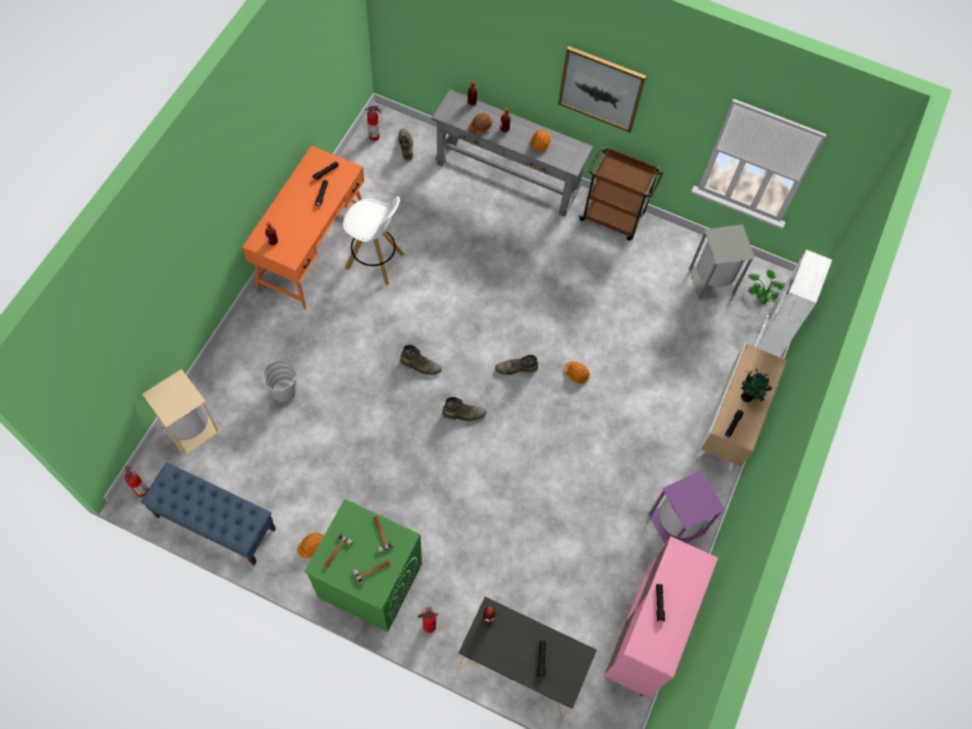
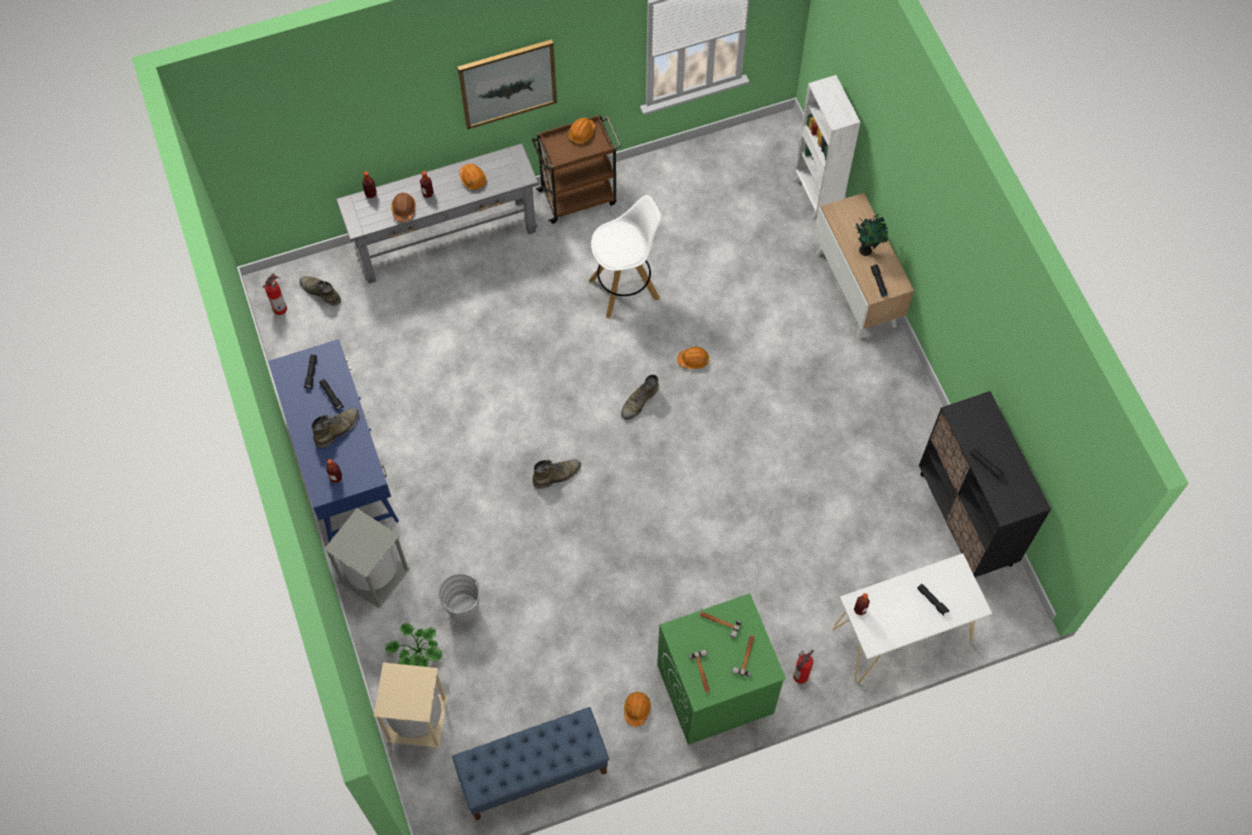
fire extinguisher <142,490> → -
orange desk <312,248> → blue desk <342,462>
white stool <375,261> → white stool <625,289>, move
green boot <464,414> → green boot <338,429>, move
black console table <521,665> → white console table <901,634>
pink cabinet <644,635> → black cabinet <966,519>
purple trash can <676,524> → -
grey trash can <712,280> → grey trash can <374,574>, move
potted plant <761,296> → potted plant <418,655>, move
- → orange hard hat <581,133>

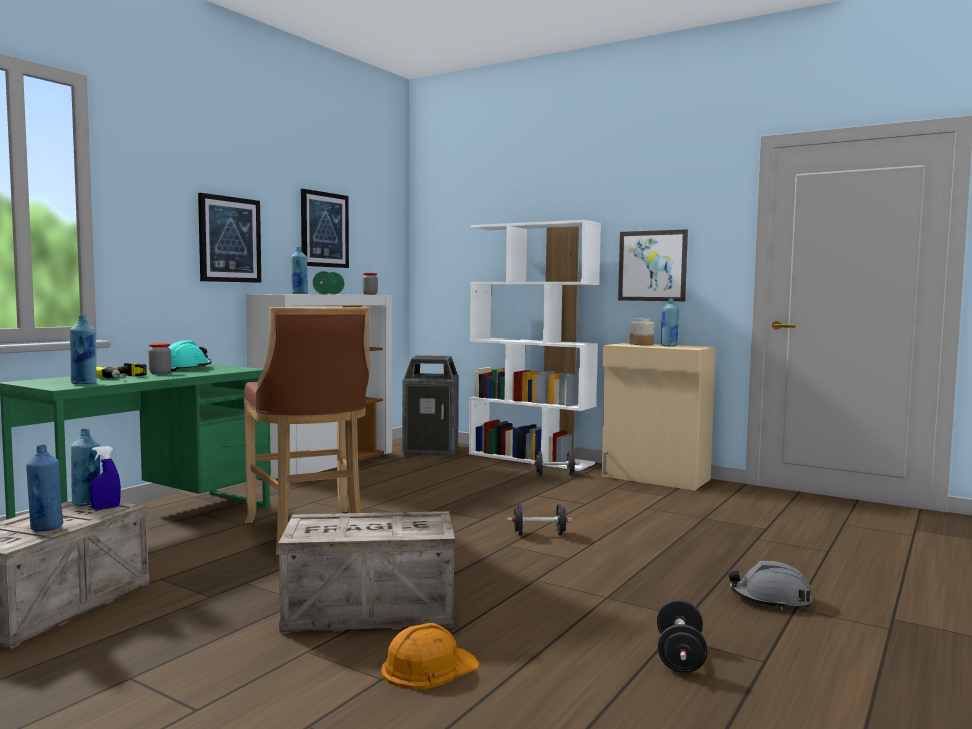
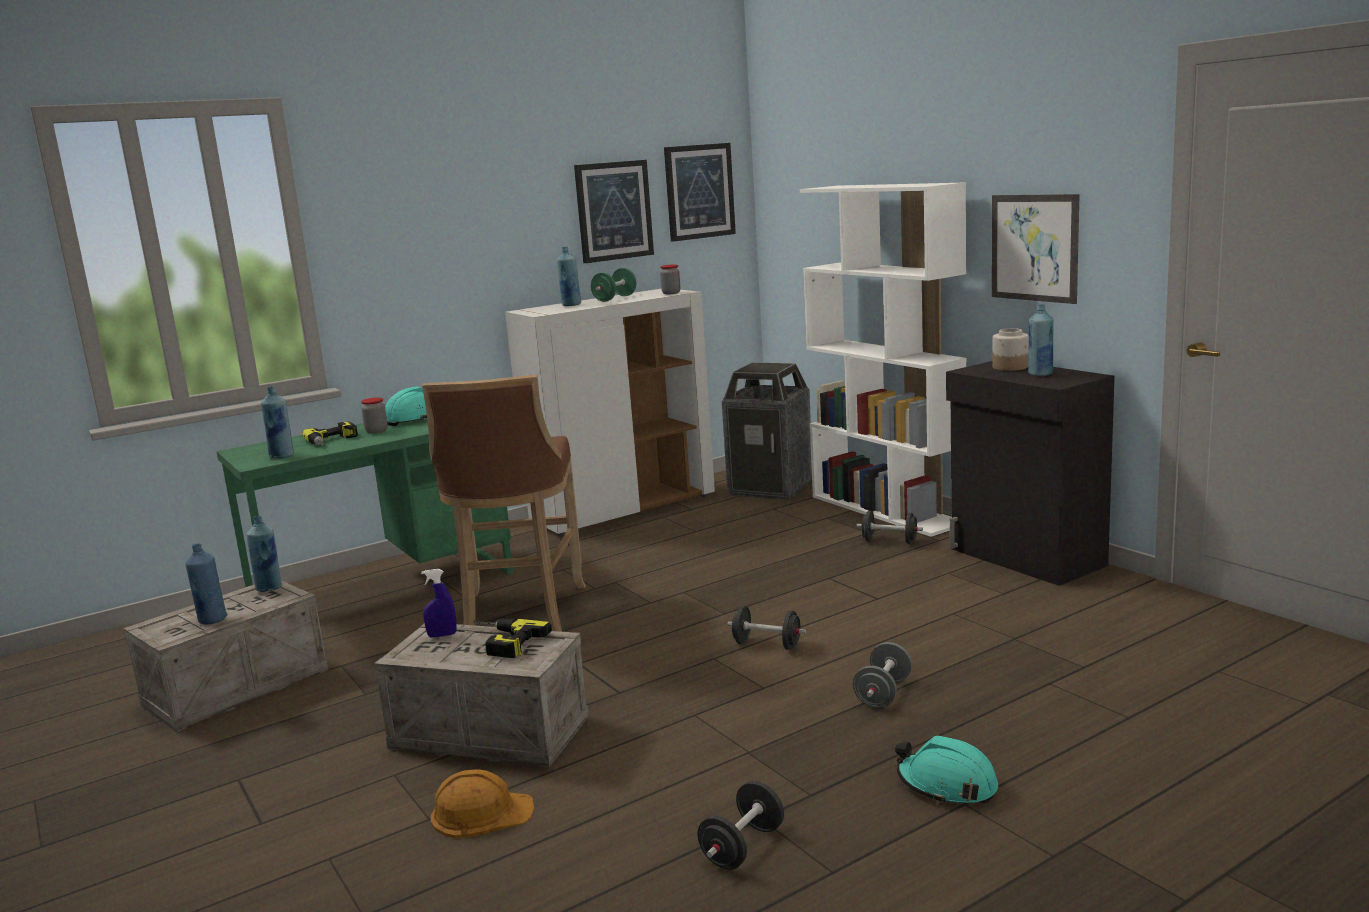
blue spray bottle <105,508> → blue spray bottle <442,635>, move
picture <229,239> → picture <699,191>, move
beige cabinet <655,478> → black cabinet <1026,558>
grey hard hat <770,599> → turquoise hard hat <947,785>
- → power drill <500,642>
- → grey dumbbell <883,693>

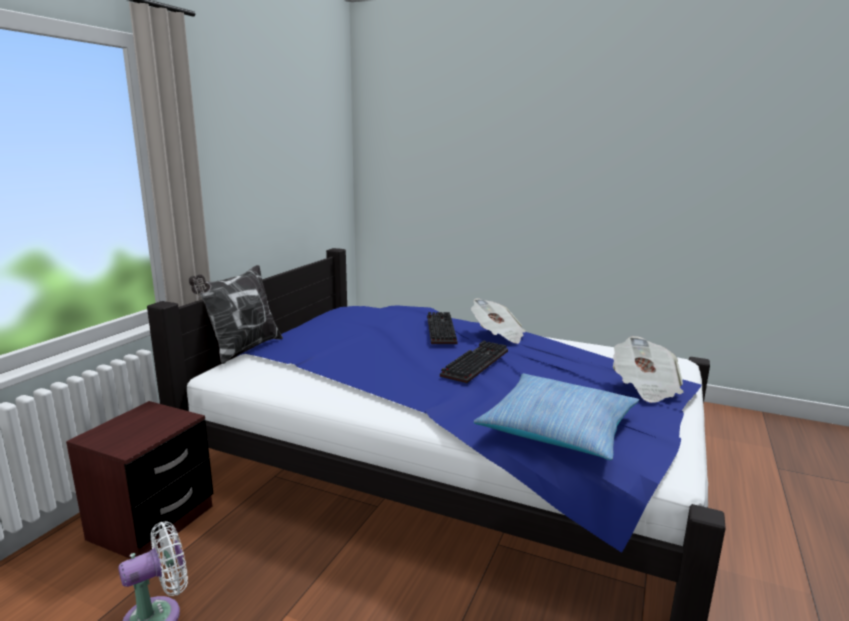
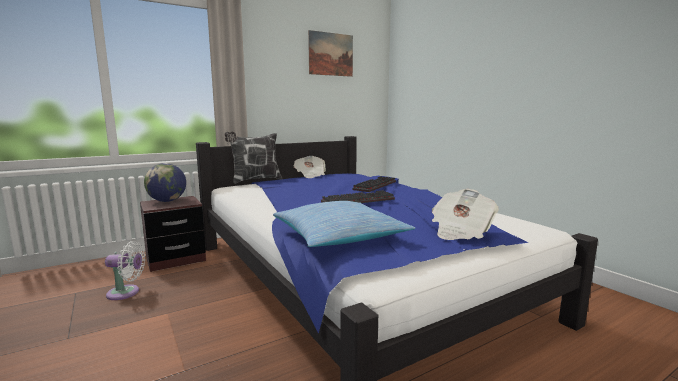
newspaper <498,335> → newspaper <310,175>, move
- → globe <167,201>
- → picture <331,54>

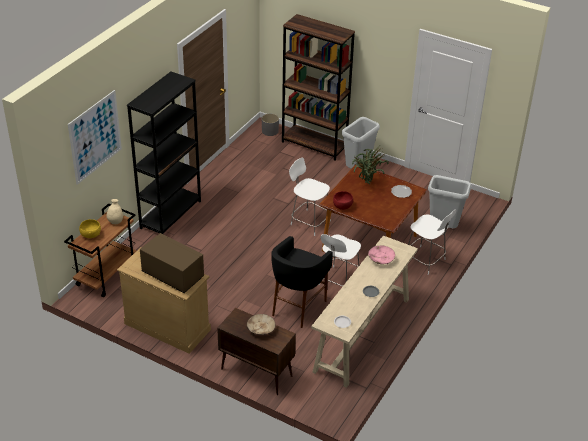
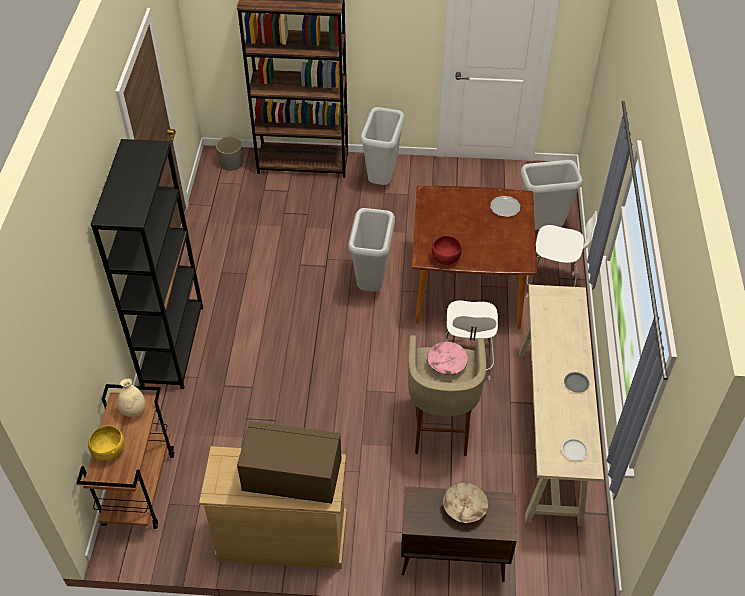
picture <95,137> → -
black stool <297,308> → beige stool <441,426>
white chair <309,222> → grey trash can <371,284>
potted plant <366,184> → -
pink bowl <381,259> → pink bowl <446,364>, move

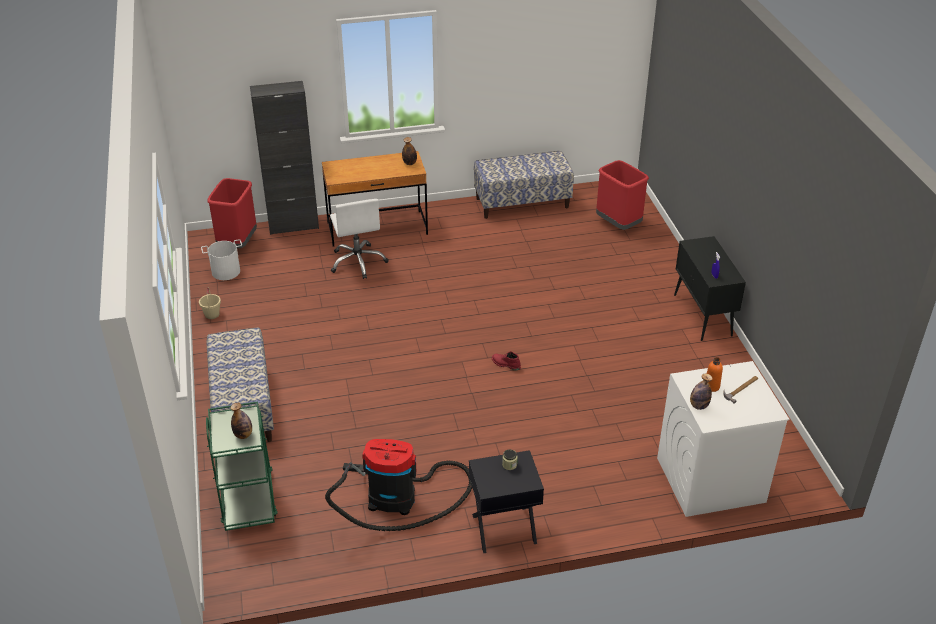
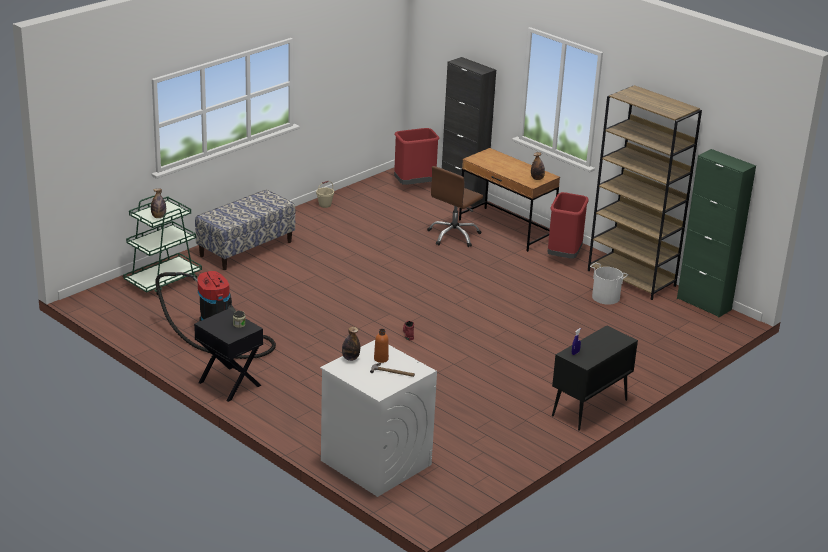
white bucket <226,271> → white bucket <606,297>, move
white office chair <358,262> → brown office chair <454,236>
bench <522,203> → brown bookcase <632,278>
red trash can <618,224> → red trash can <564,256>, move
- → green cabinet <704,304>

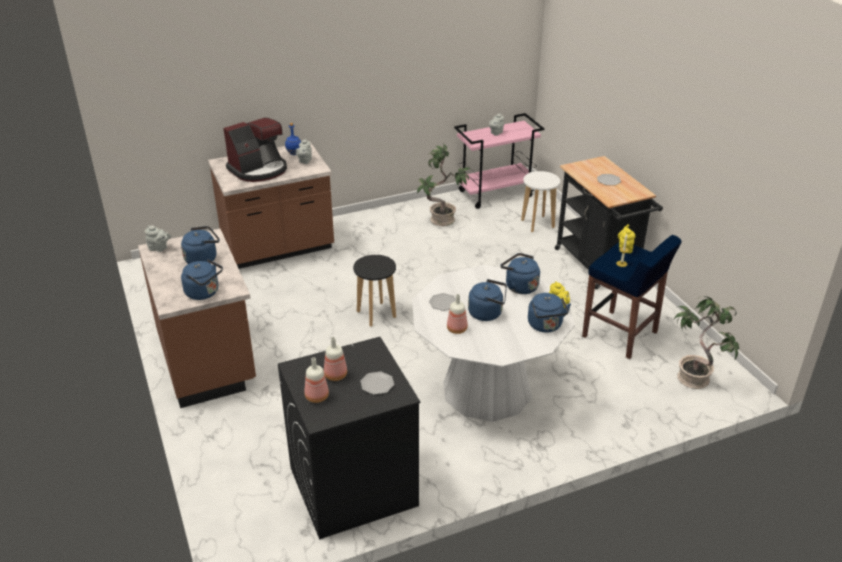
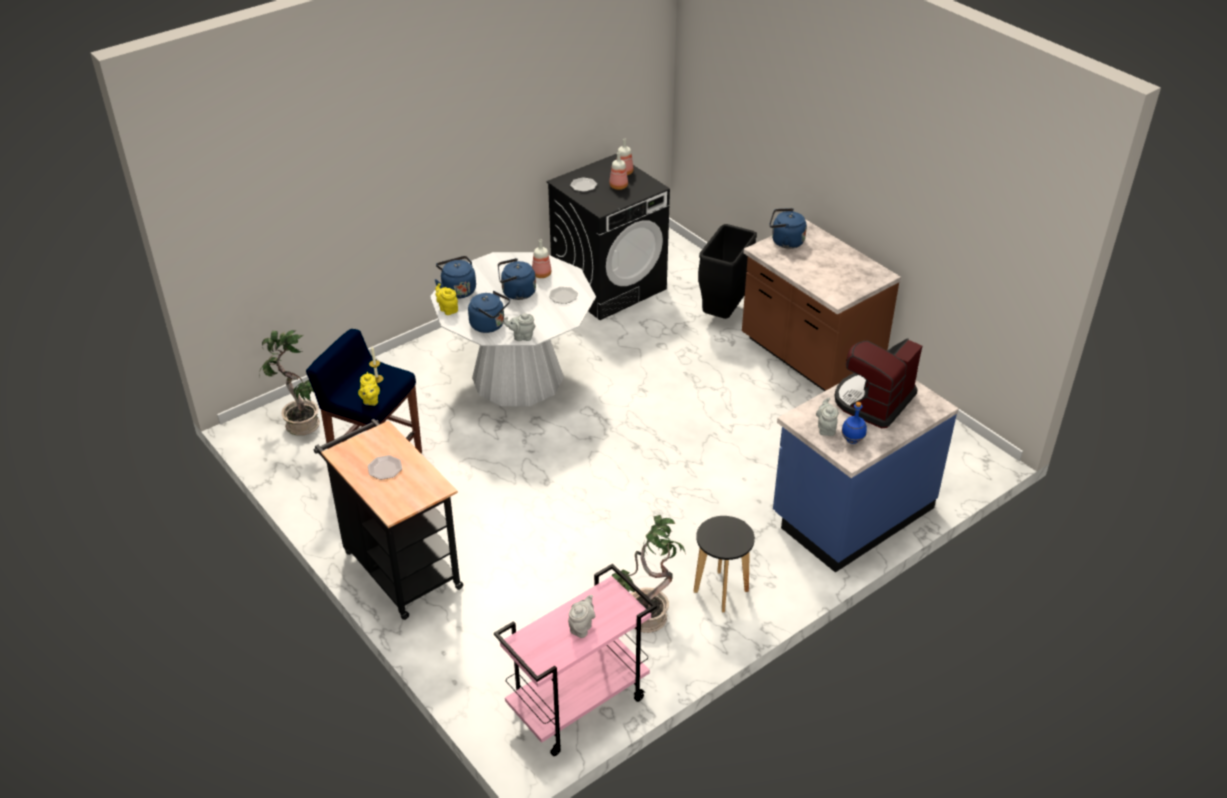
grey teapot <159,248> → grey teapot <521,337>, move
blue kettle <203,258> → -
brown counter <278,248> → blue counter <851,512>
black stool <376,314> → black stool <721,591>, move
white stool <537,224> → -
- → black trash can <724,314>

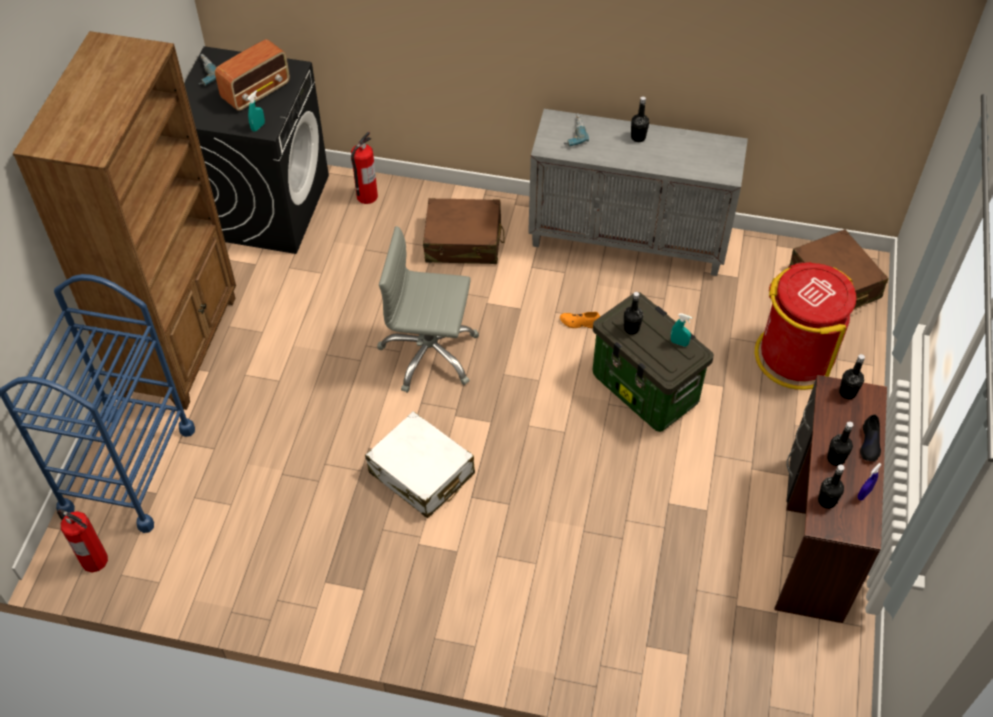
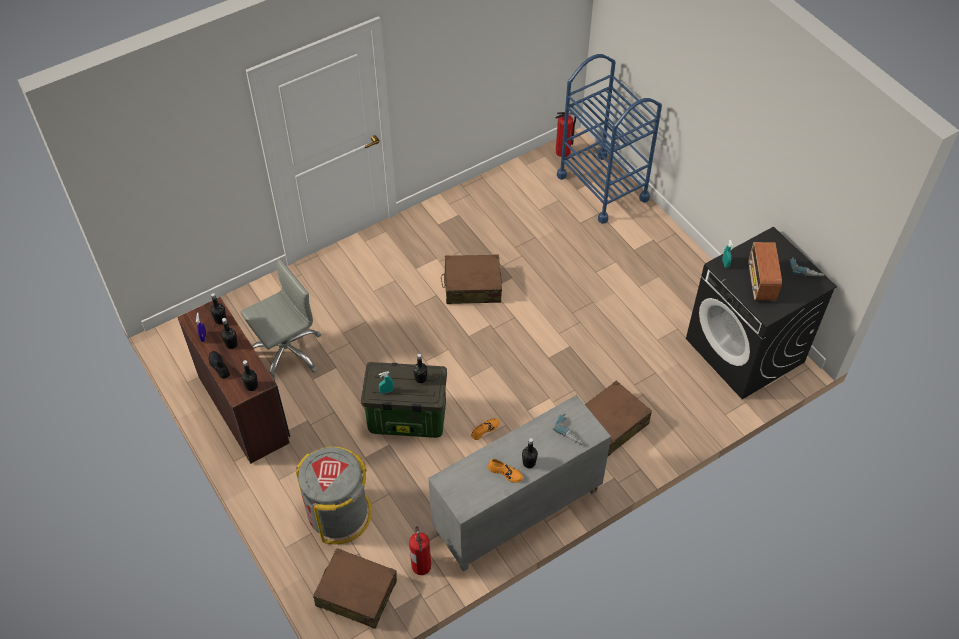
brown bookcase <180,345> → -
fire extinguisher <366,196> → fire extinguisher <421,565>, move
white suitcase <421,474> → brown suitcase <472,286>
grey office chair <429,354> → grey office chair <286,352>, move
red trash can <795,356> → grey trash can <339,513>
- → orange shoe <505,472>

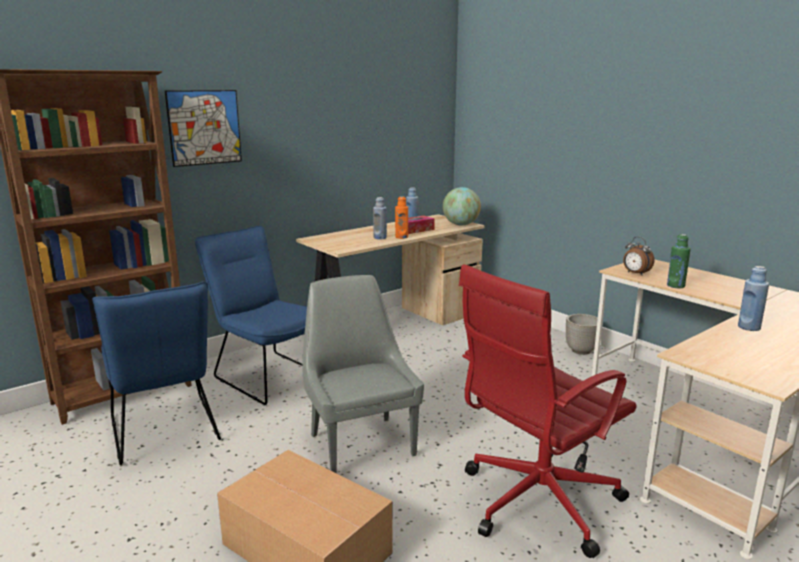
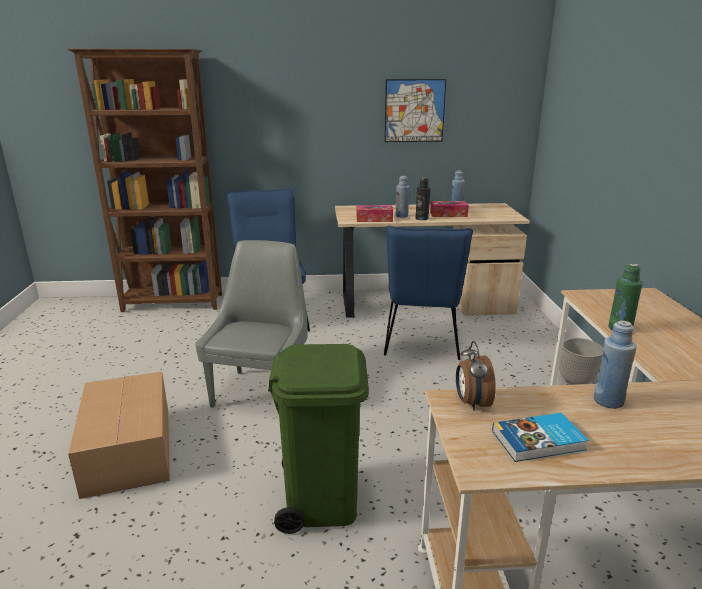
blue chair <165,433> → blue chair <421,343>, move
picture <204,127> → picture <414,111>, move
orange bottle <401,237> → black bottle <422,218>
globe <461,225> → -
red office chair <536,502> → green trash can <321,498>
alarm clock <635,273> → alarm clock <471,403>, move
- → tissue box <374,219>
- → book <539,441>

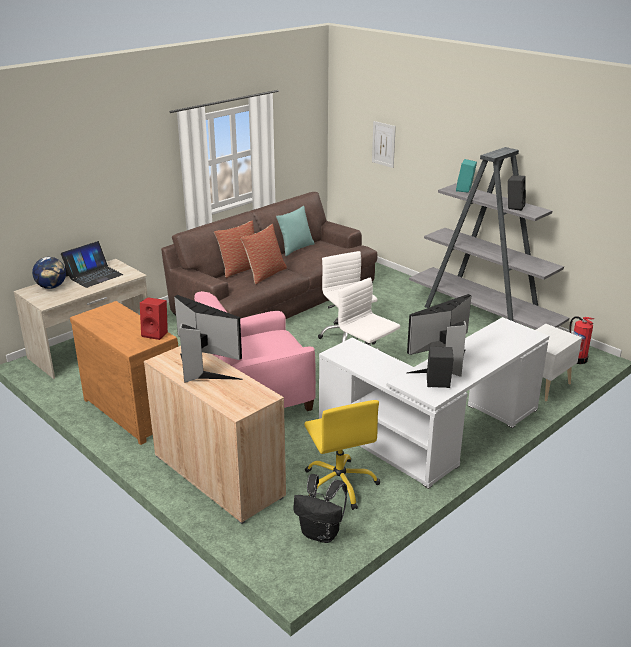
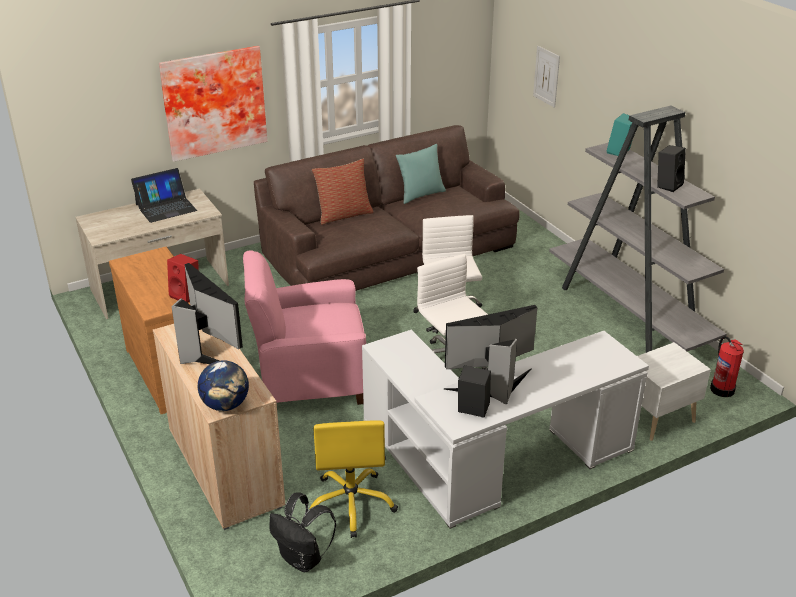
globe <52,287> → globe <226,405>, move
pillow <265,274> → -
- → picture <213,102>

